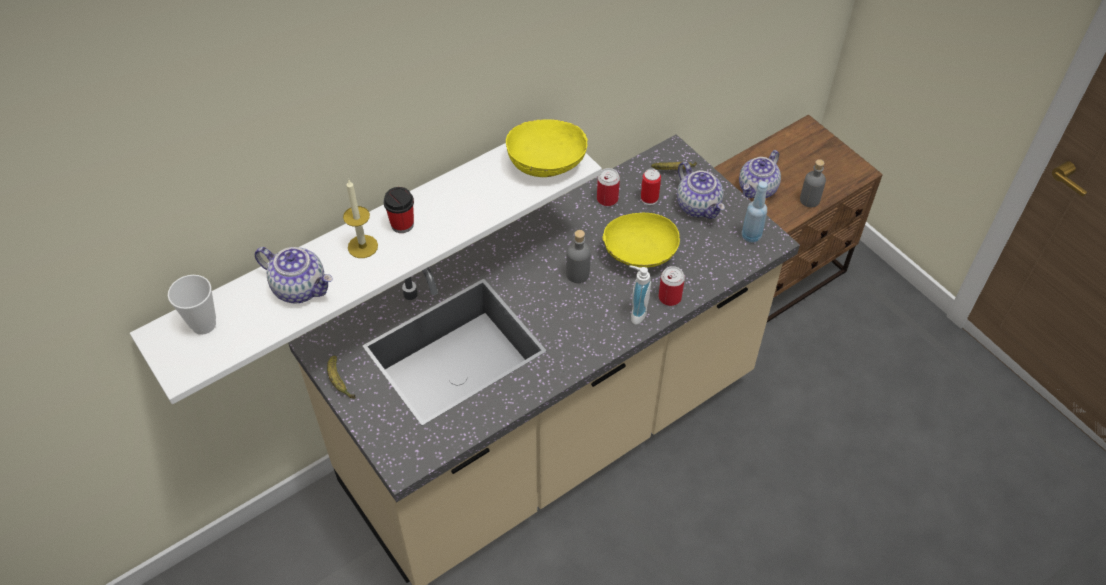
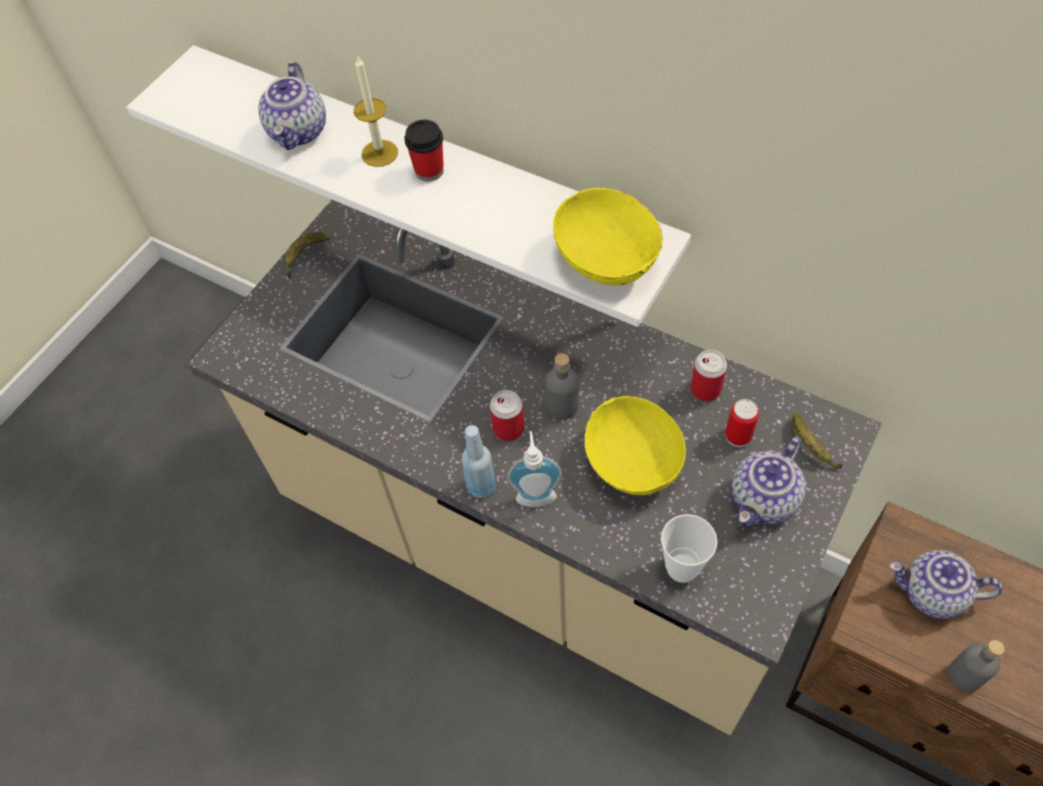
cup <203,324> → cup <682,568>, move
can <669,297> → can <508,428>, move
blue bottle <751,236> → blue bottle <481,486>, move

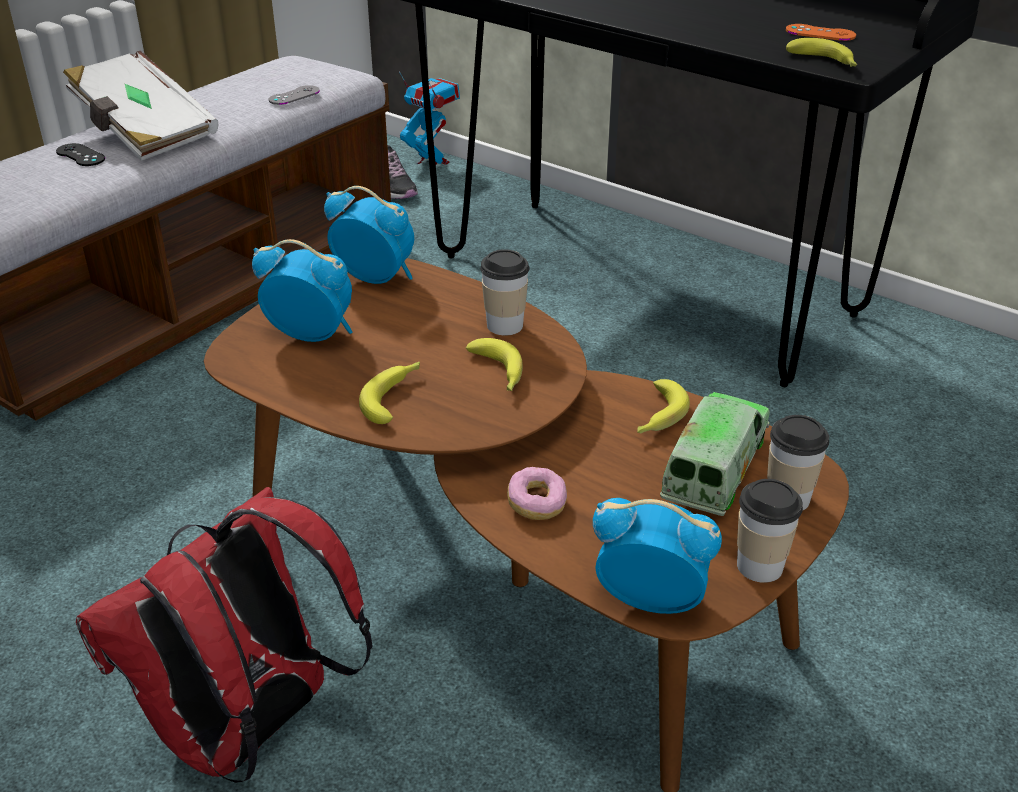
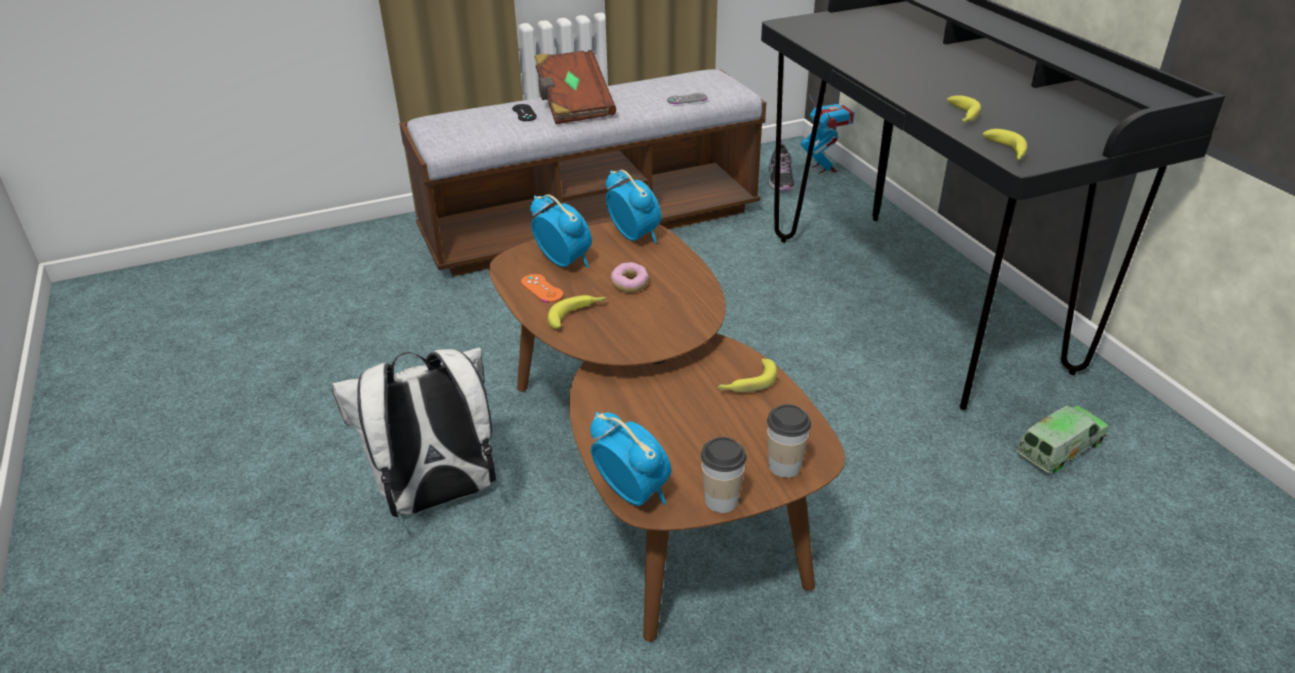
white book <144,132> → brown book <573,105>
red backpack <249,731> → white backpack <437,497>
banana <498,374> → banana <962,117>, move
cup <505,325> → -
donut <536,504> → donut <629,285>, move
toy truck <714,468> → toy truck <1060,448>, move
orange game controller <820,33> → orange game controller <542,288>, move

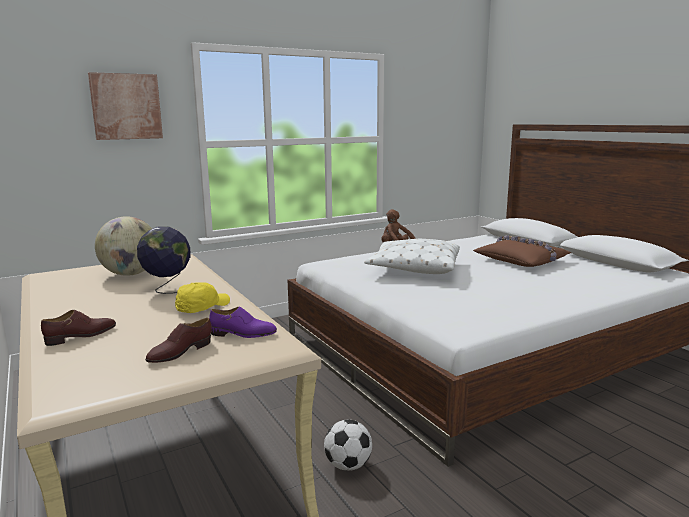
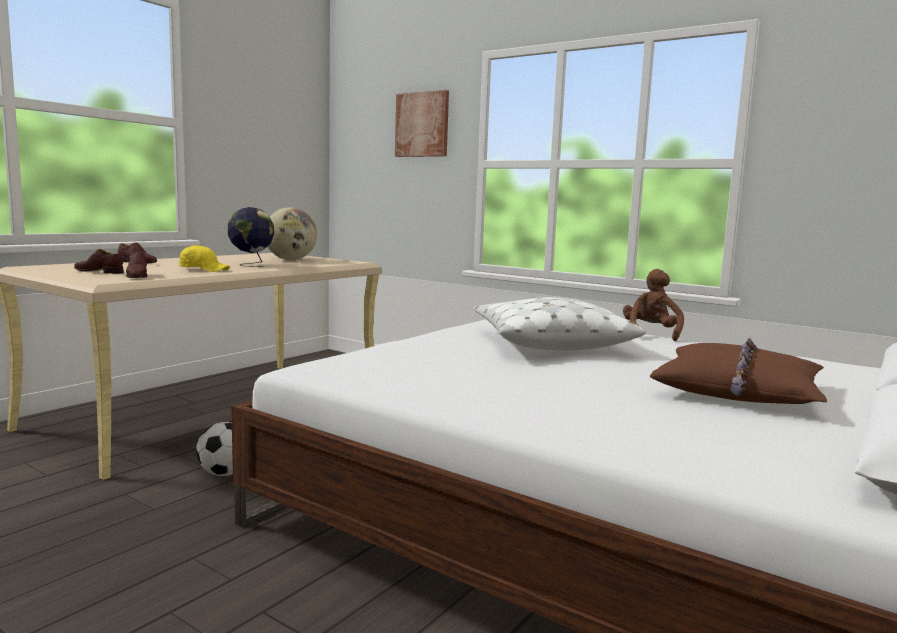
purple shoe <243,334> → brown shoe <137,276>

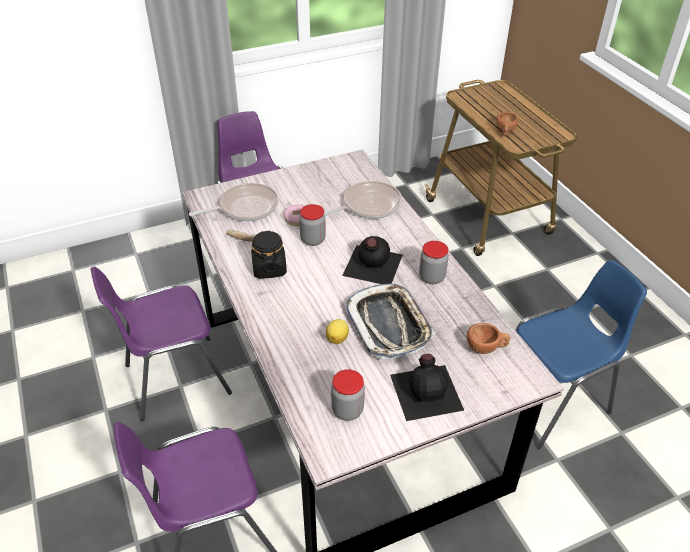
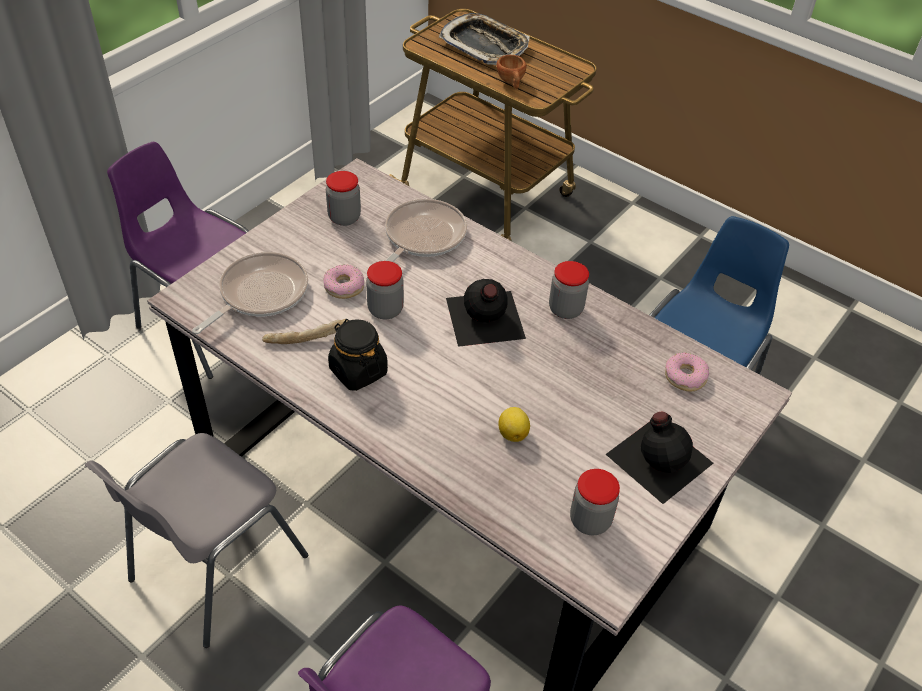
purple chair <174,379> → grey chair <214,569>
tray <389,325> → tray <484,45>, move
brown cup <486,348> → donut <685,376>
- → jar <344,217>

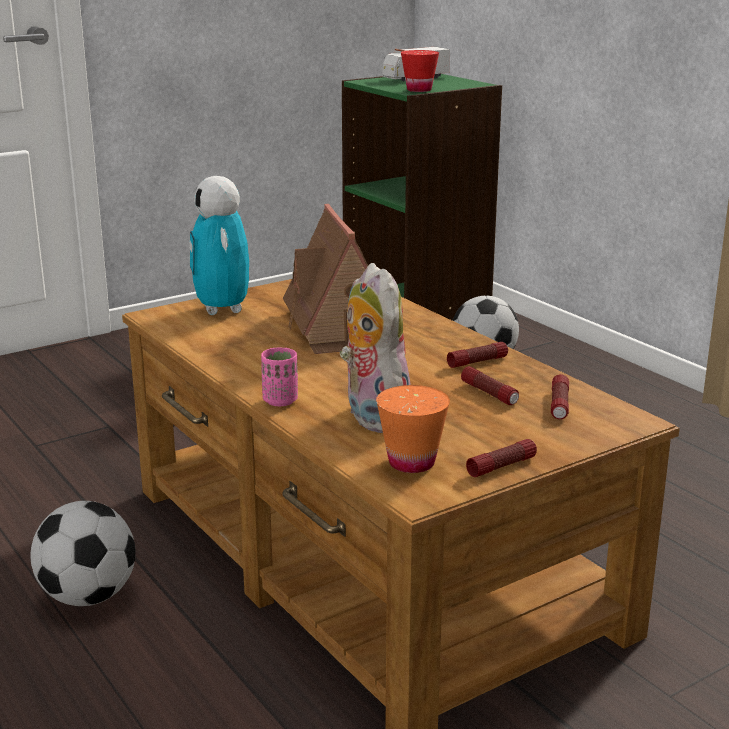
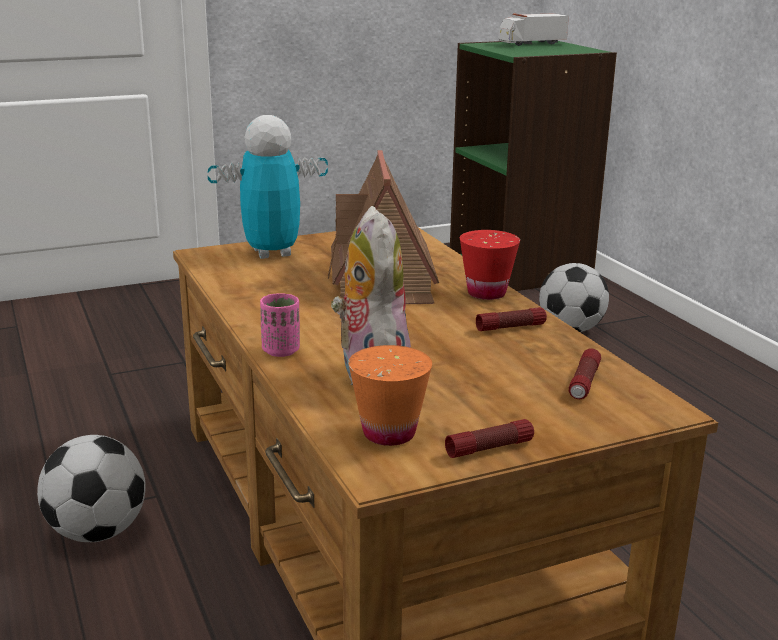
toy robot <222,309> → toy robot <271,253>, 75 degrees clockwise
red cup <419,90> → red cup <486,293>, move
flashlight <489,394> → -

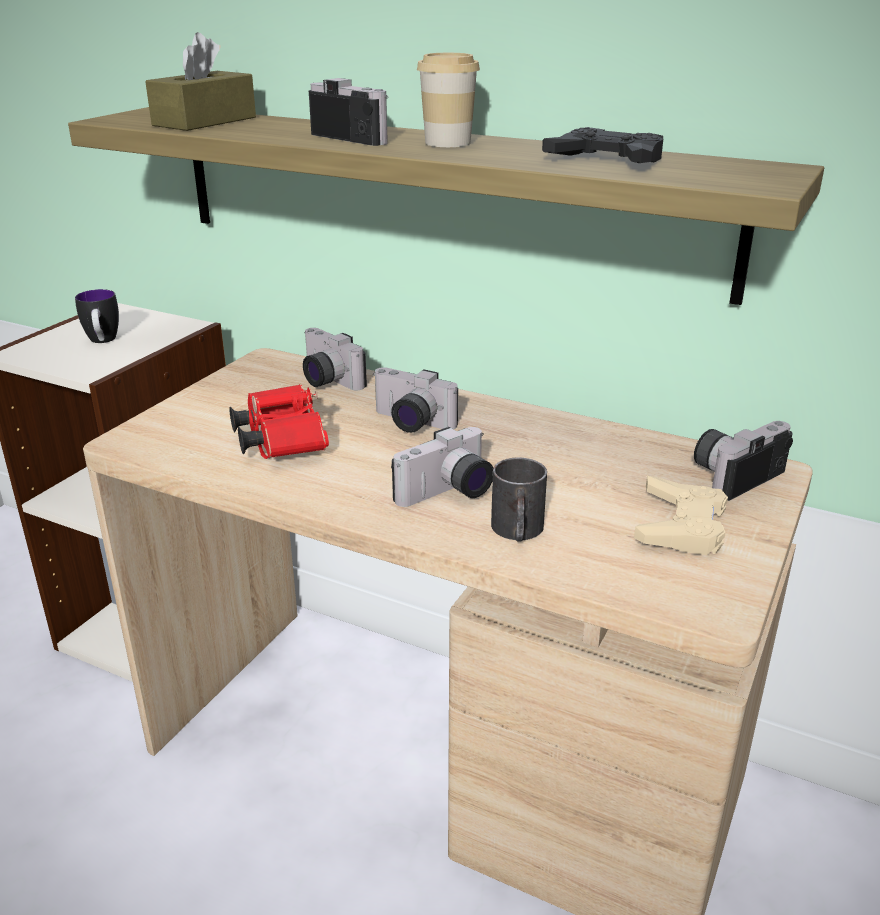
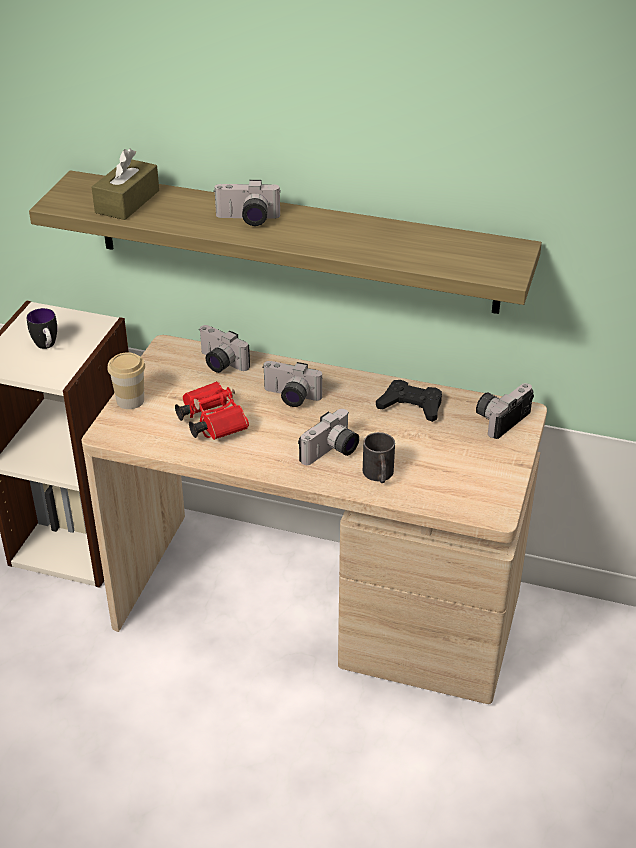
photo camera <360,136> → photo camera <247,220>, 150 degrees clockwise
cup <447,143> → cup <130,400>, move
black game controller <606,160> → black game controller <411,406>, move
beige game controller <680,525> → -

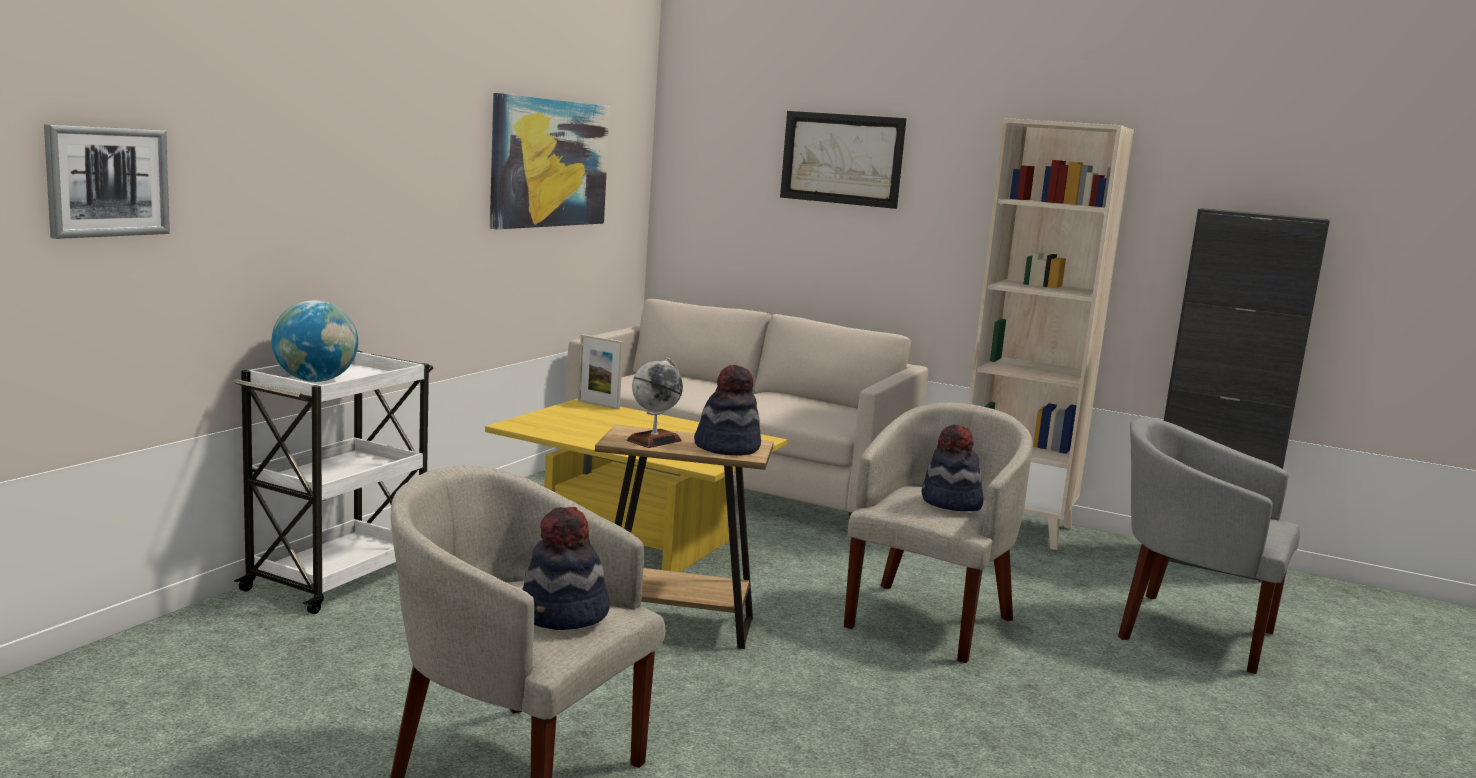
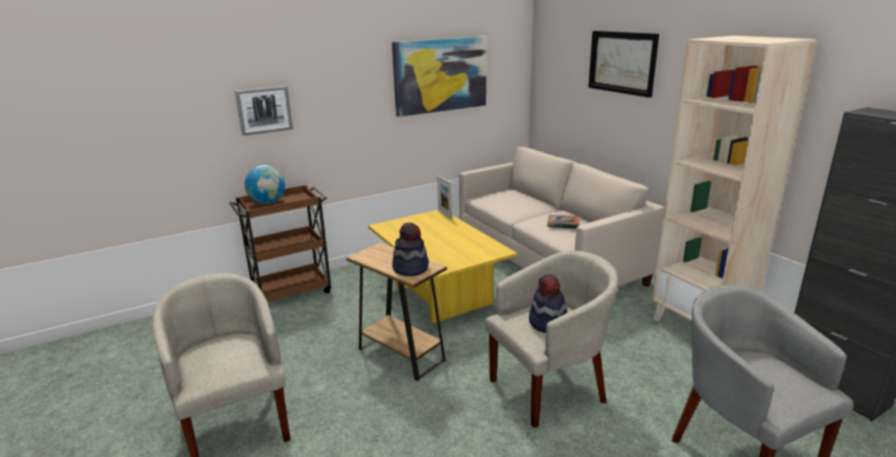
picture <107,181> → picture <264,110>, move
white cart <339,576> → brown cart <292,292>
hat <564,615> → -
globe <654,440> → -
- → book <563,224>

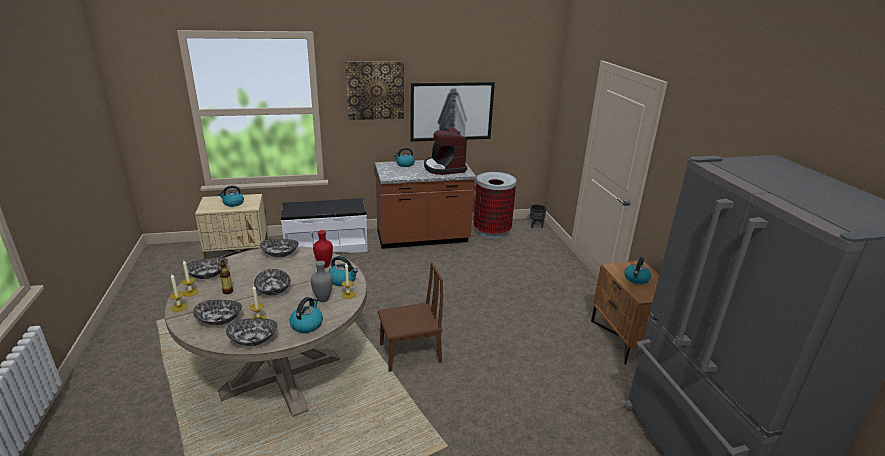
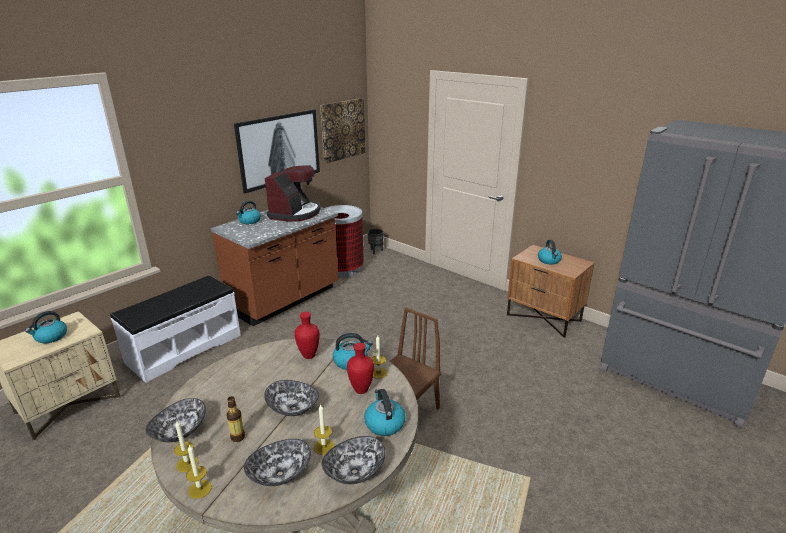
bowl <280,254> → -
grey vase <322,299> → red vase <360,390>
picture <375,90> → picture <342,130>, move
coffee machine <444,168> → coffee machine <295,213>, 105 degrees counterclockwise

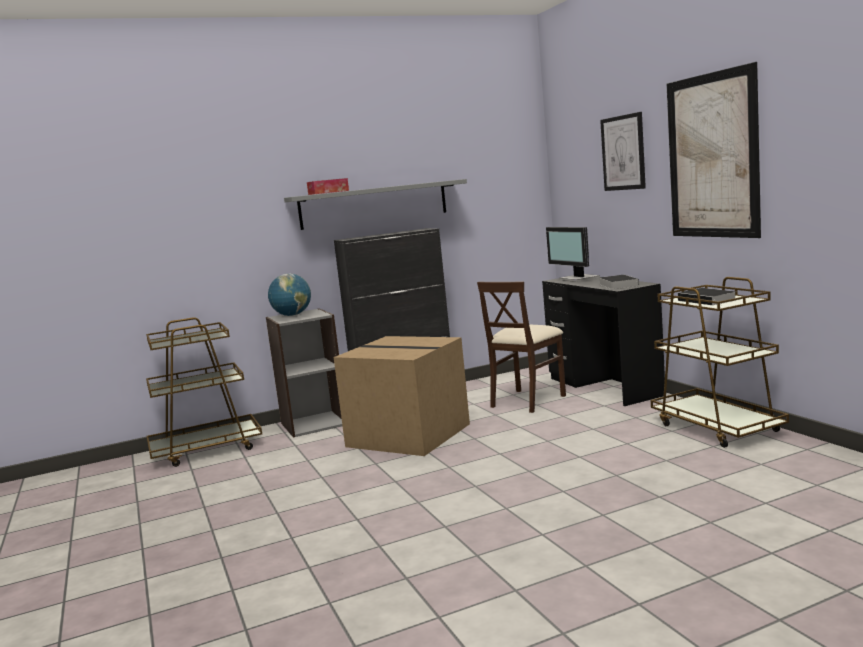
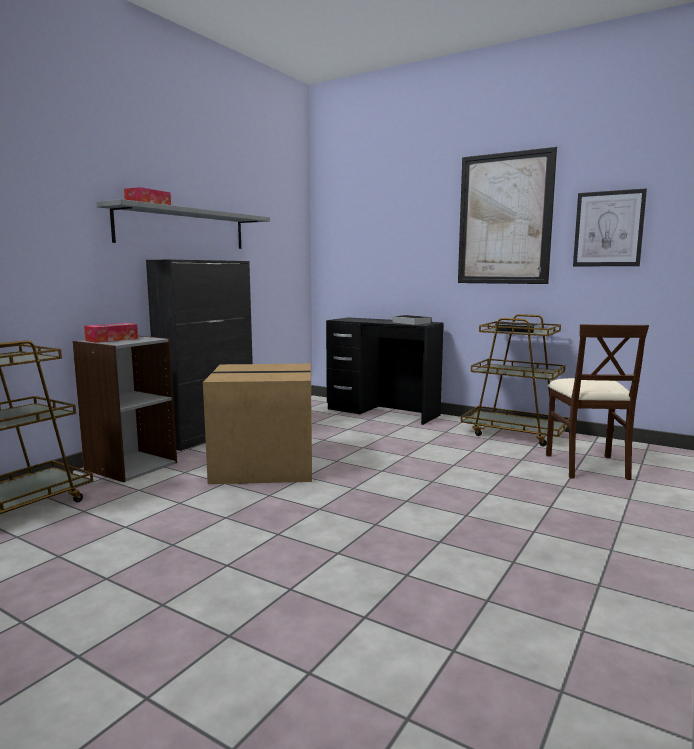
globe <292,315> → tissue box <112,339>
beige chair <527,401> → beige chair <587,466>, move
monitor <578,278> → -
picture <623,153> → picture <608,229>, move

